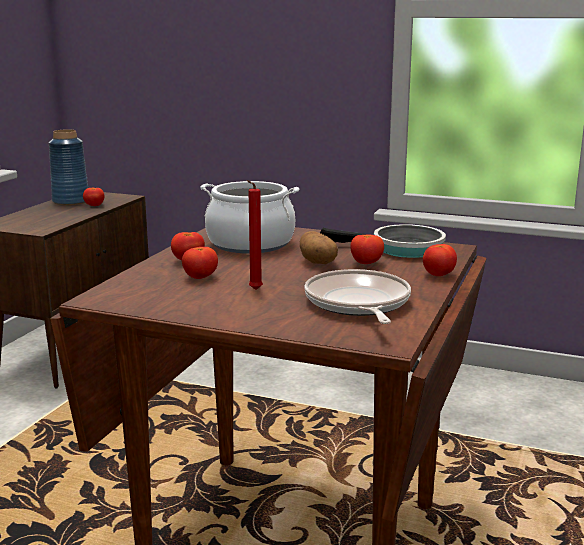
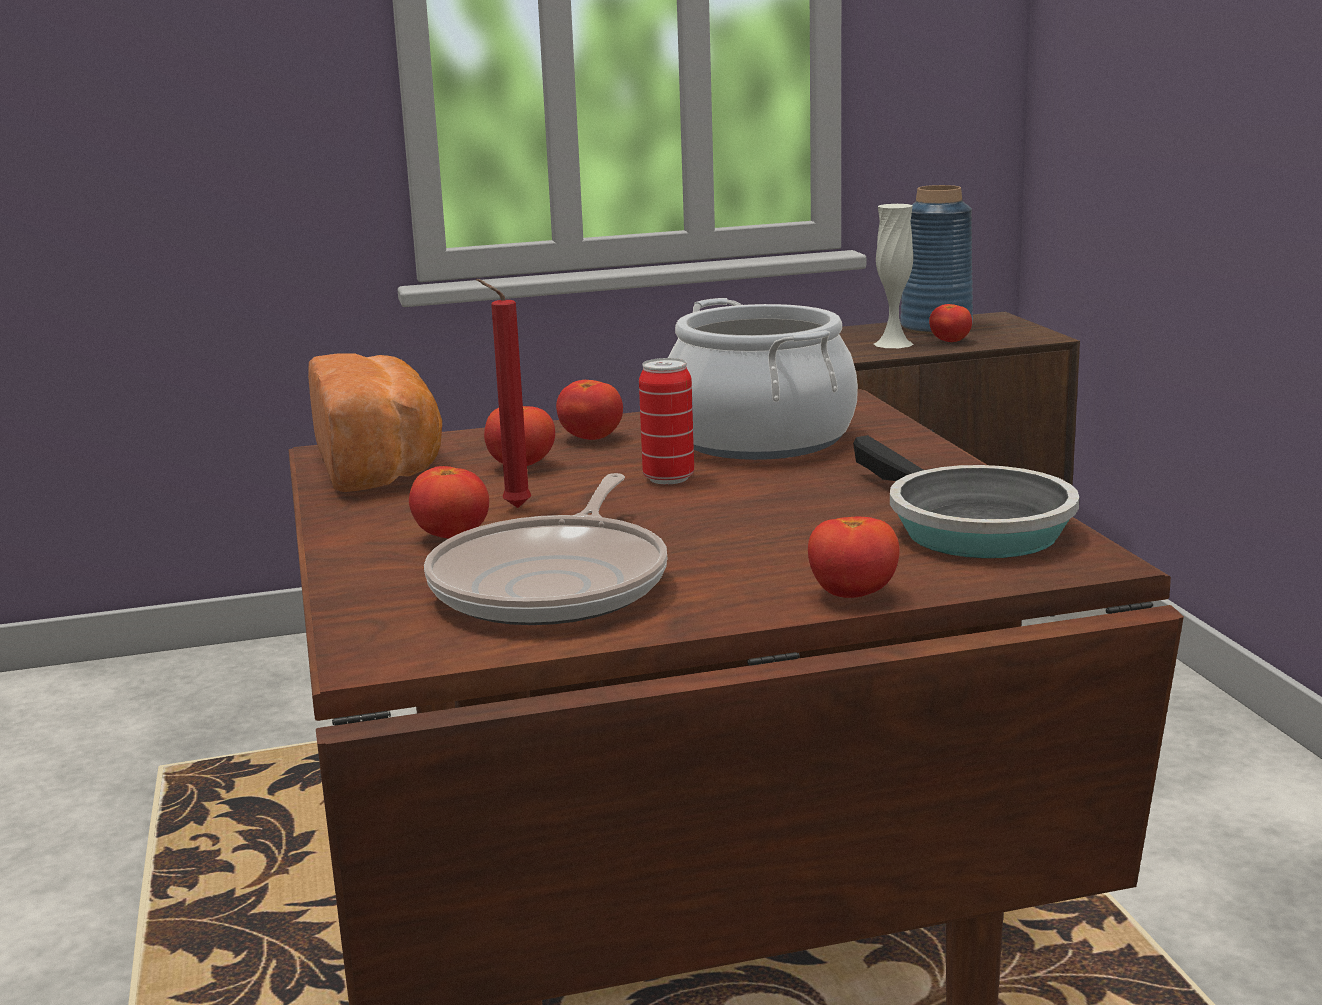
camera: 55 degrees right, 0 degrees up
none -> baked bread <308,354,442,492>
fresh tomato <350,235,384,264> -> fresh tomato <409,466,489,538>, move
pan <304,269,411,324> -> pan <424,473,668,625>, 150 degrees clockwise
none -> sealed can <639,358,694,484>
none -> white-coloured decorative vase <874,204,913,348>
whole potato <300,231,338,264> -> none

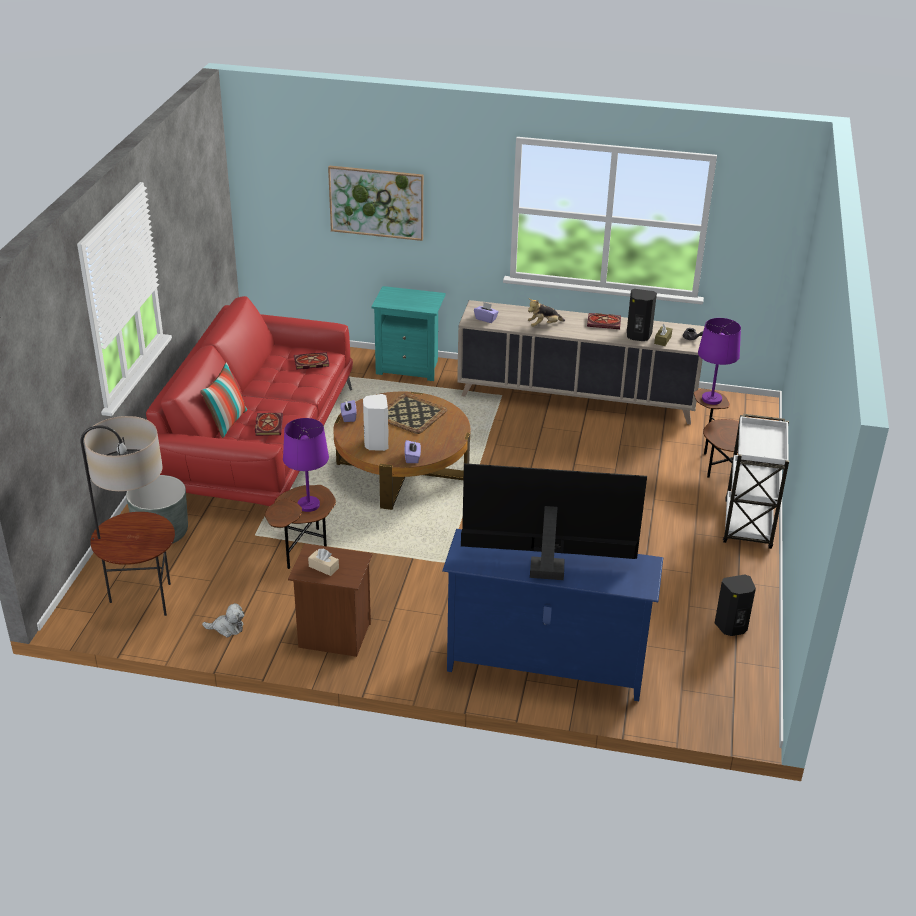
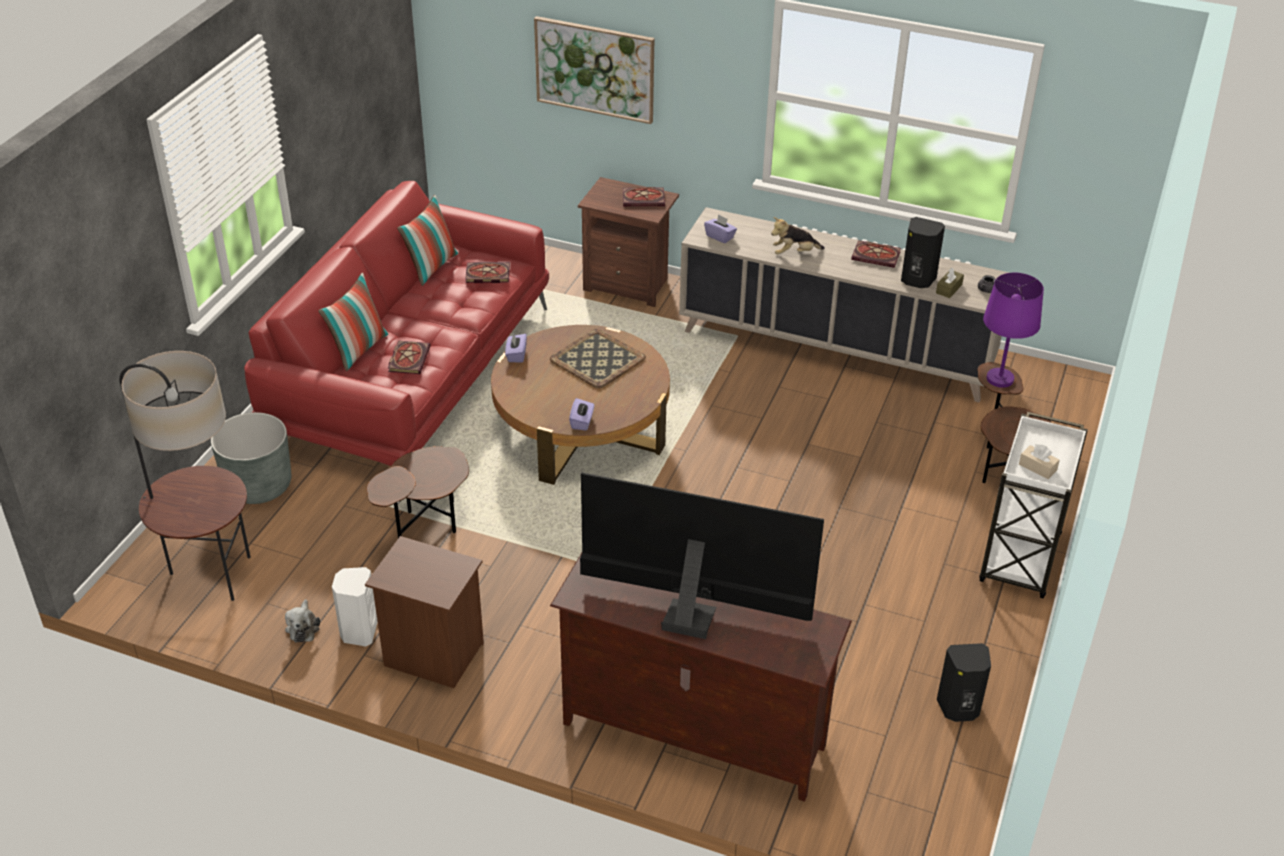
camera: 10 degrees right, 5 degrees up
soft toy <202,603,244,637> -> soft toy <285,599,320,642>, 75 degrees clockwise
white-coloured speaker <363,394,389,451> -> white-coloured speaker <332,567,378,646>, move
none -> cushion <397,195,458,286>
blue tv unit <442,529,663,701> -> brownish tv unit <550,553,852,802>
blue-green bedside table <371,286,446,381> -> brownish bedside table <578,177,679,307>
none -> volume <623,187,665,206>
beige tissue box <308,549,339,576> -> beige tissue box <1019,444,1060,479>, move
purple-coloured lamp for a table <283,418,329,512> -> none

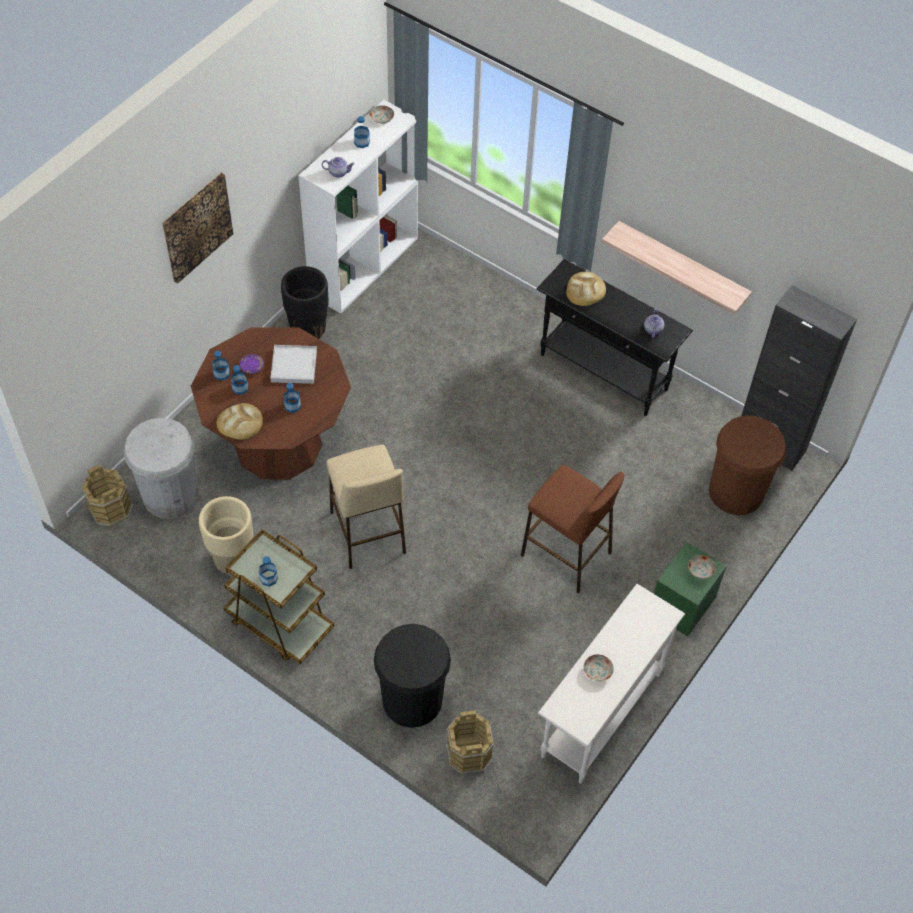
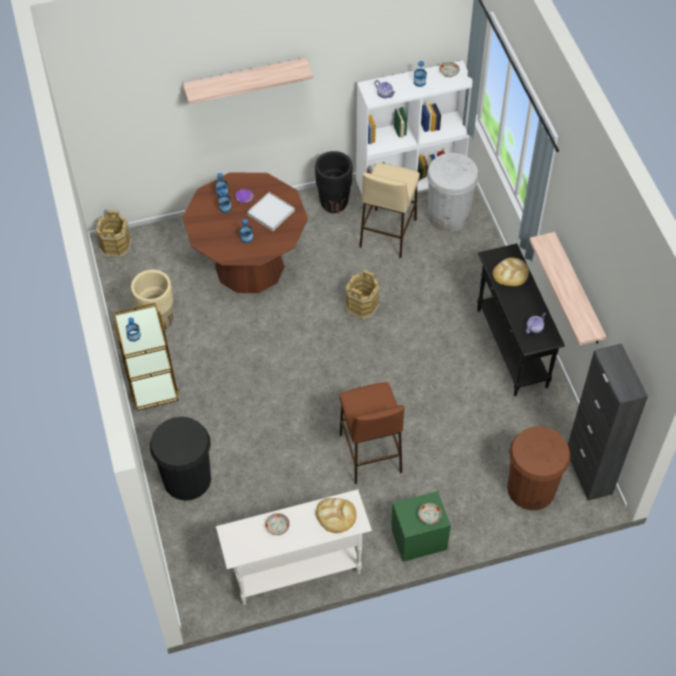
camera: 40 degrees right, 0 degrees up
wall art <162,173,233,284> -> wall shelf <183,58,313,104>
baked bread <216,403,263,440> -> baked bread <315,498,357,533>, move
brownish water bucket <446,710,494,774> -> brownish water bucket <345,270,380,320>, move
beige stool seat <326,445,406,569> -> beige stool seat <359,163,420,258>, move
white-coloured waste bin <124,418,199,519> -> white-coloured waste bin <427,153,479,232>, move

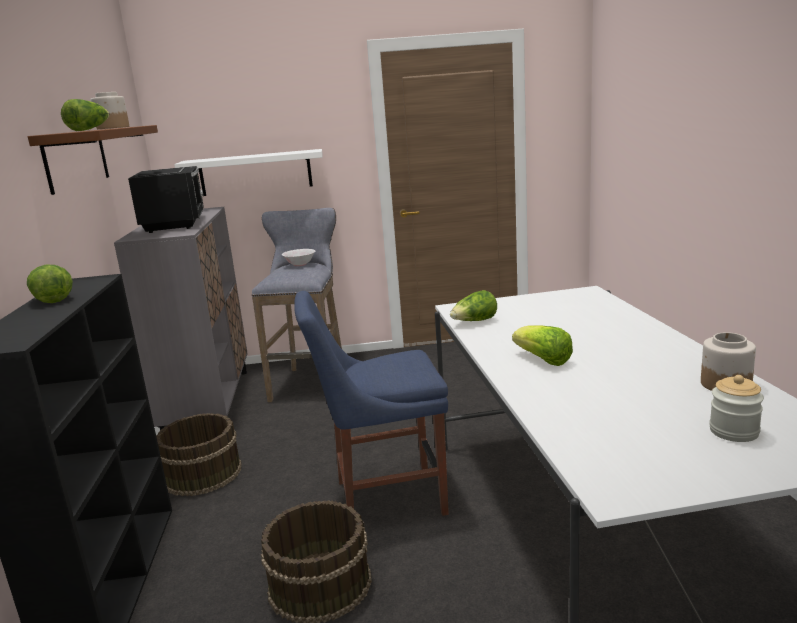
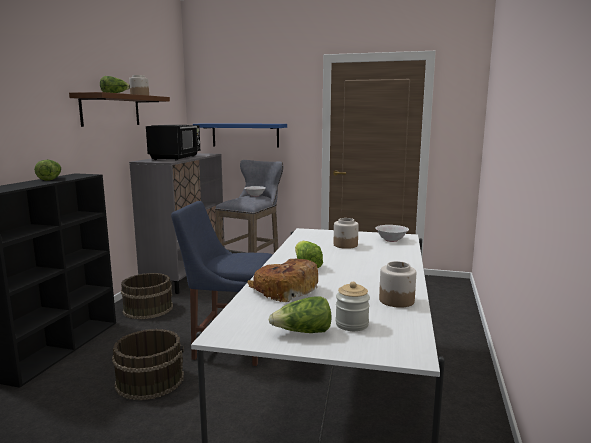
camera: 20 degrees right, 5 degrees down
white-coloured wall shelf <174,149,323,196> -> blue wall shelf <193,123,287,148>
none -> baked bread <248,259,318,302>
head of lettuce <450,290,497,321> -> head of lettuce <269,296,331,333>, move
none -> storage jar <334,218,359,249>
none -> white-coloured deep dish <375,225,409,242>

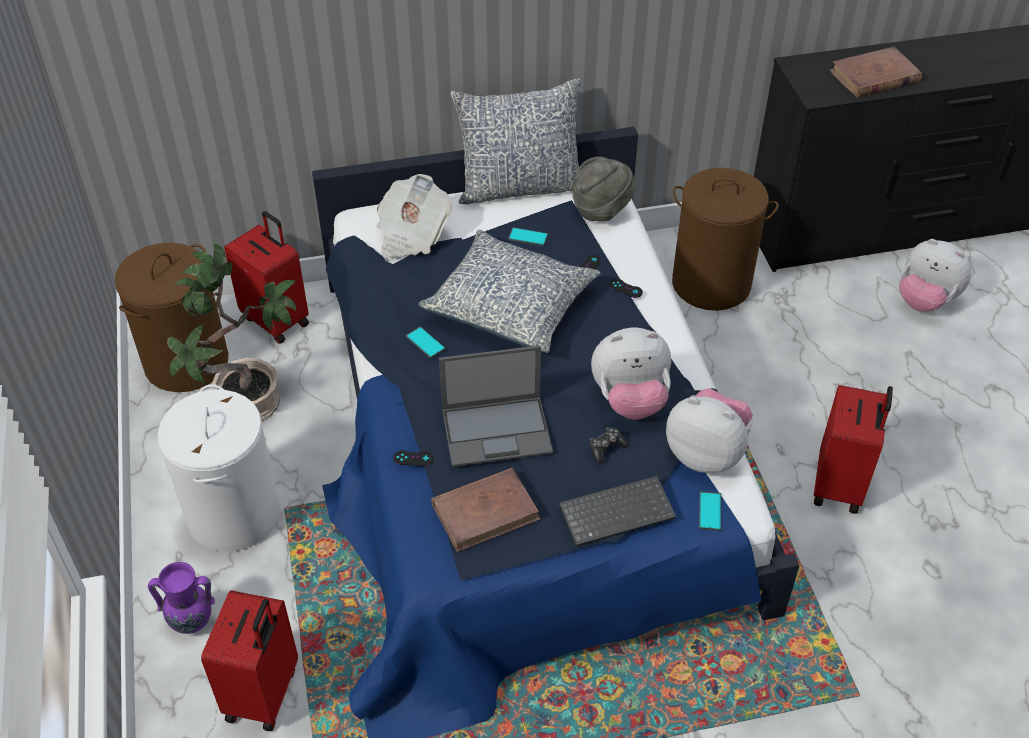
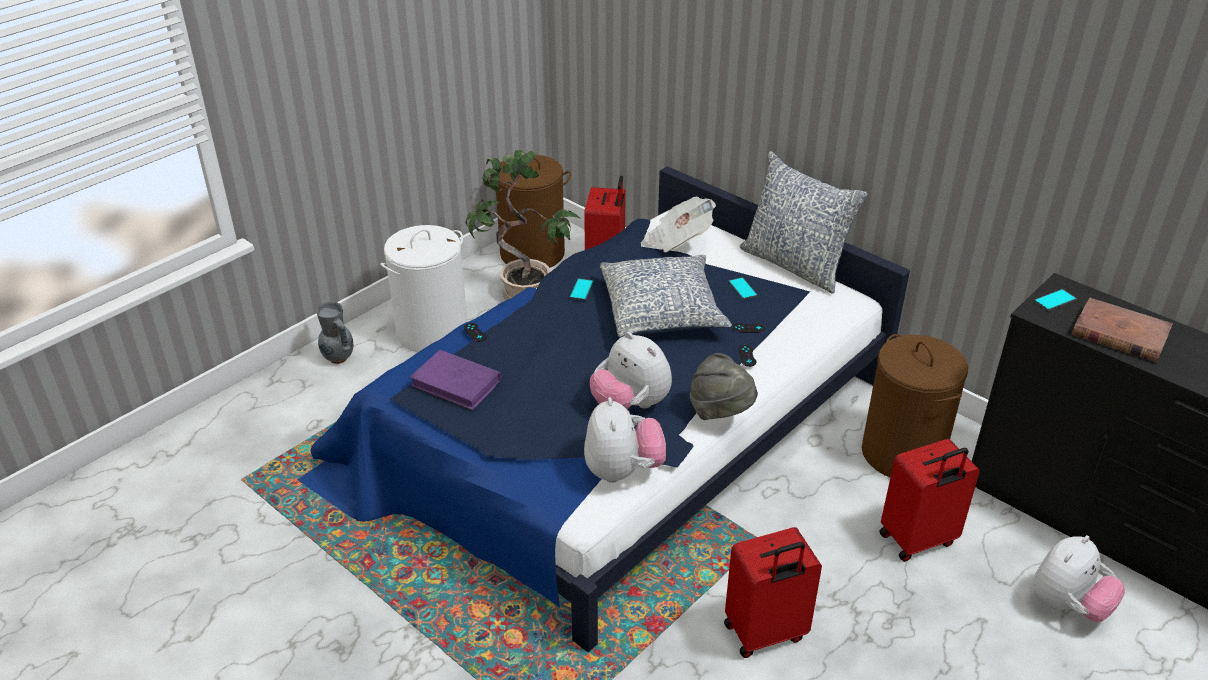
camera: 55 degrees right, 10 degrees down
purple-coloured decorative vase <148,562,215,634> -> grey decorative vase <316,302,354,364>
brownish volume <431,468,541,552> -> purple-coloured volume <410,350,501,411>
grey wearable hat <572,156,635,221> -> grey wearable hat <690,353,758,420>, move
red-coloured suitcase <201,590,298,731> -> red-coloured suitcase <880,439,980,562>, move
soft toy <899,239,971,312> -> soft toy <1033,535,1125,622>, 135 degrees counterclockwise
telephone <699,491,721,531> -> telephone <1034,289,1077,311>, move
portable computer <439,345,553,467> -> none
keyboard <559,476,676,547> -> none
gamepad <589,427,628,463> -> none

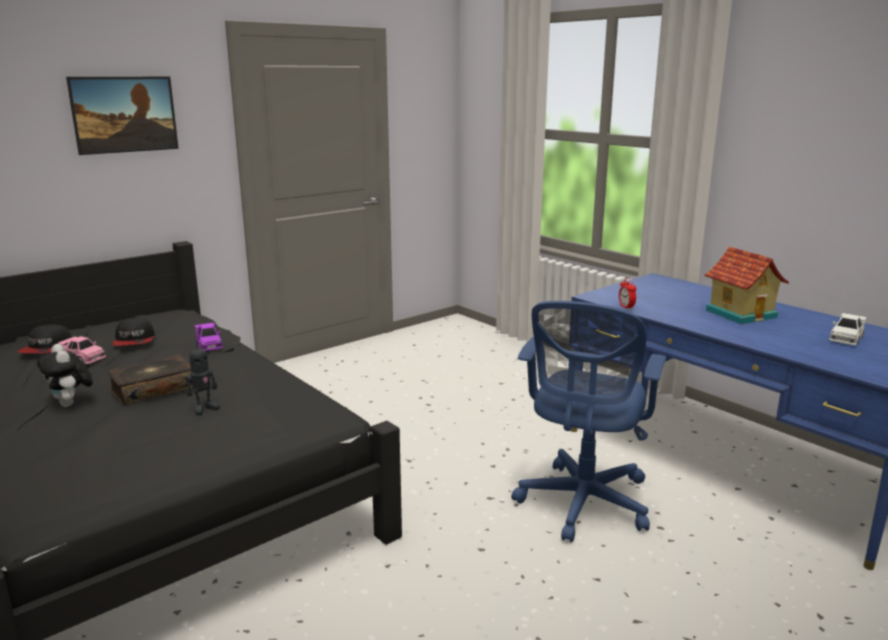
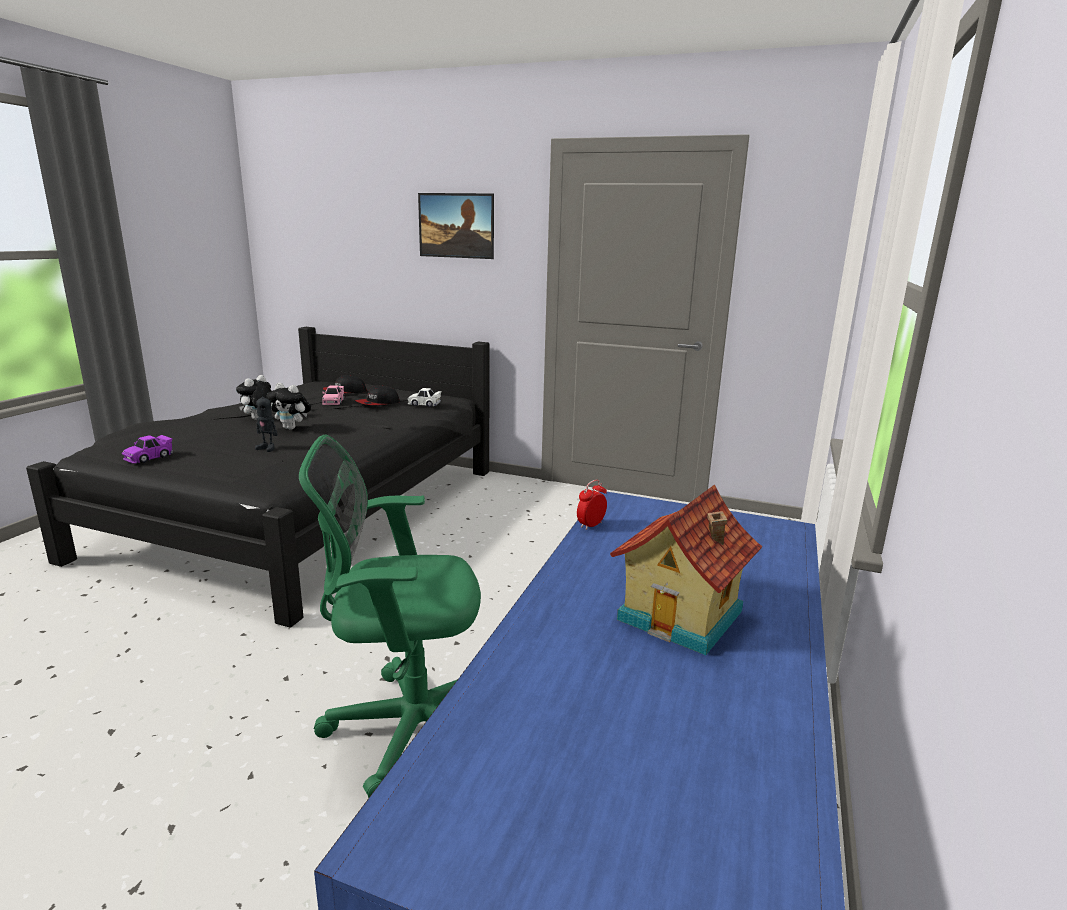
camera: 60 degrees right, 0 degrees up
purple-coloured miniature car <195,323,223,351> -> purple-coloured miniature car <122,435,173,464>, move
volume <107,354,193,405> -> soft toy <266,383,311,430>
blue computer chair <511,301,666,542> -> green computer chair <299,434,481,798>
white-coloured miniature car <829,312,867,346> -> white-coloured miniature car <408,388,442,407>, move

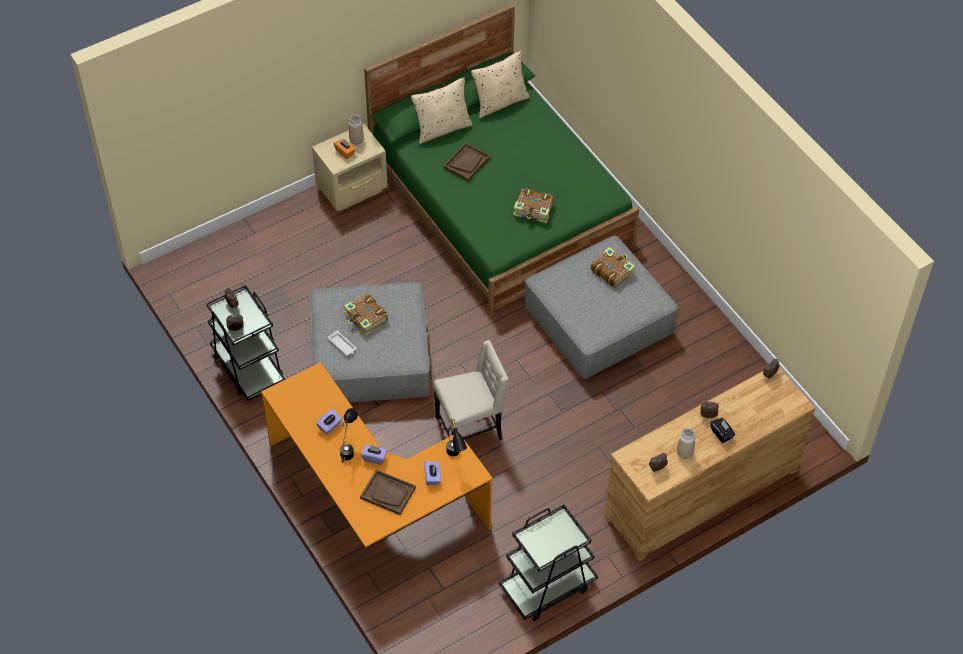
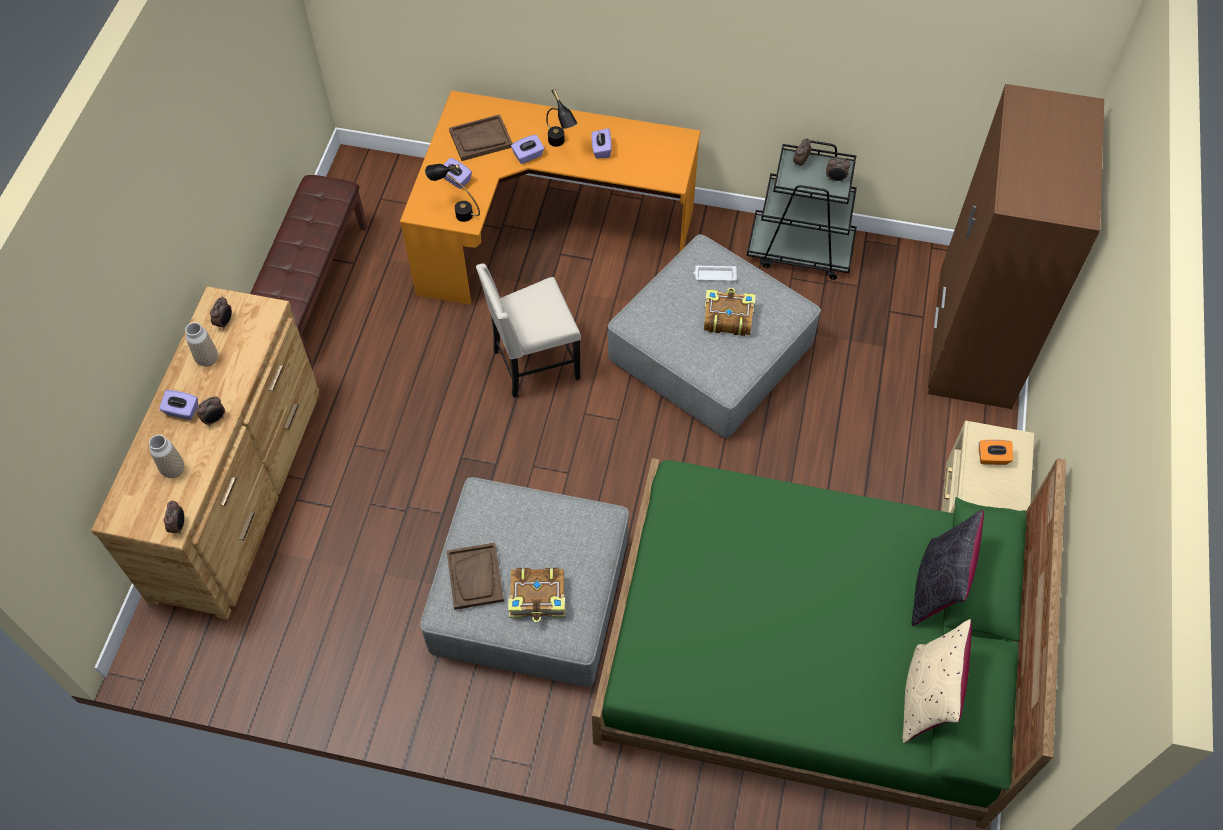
camera: 135 degrees right, 5 degrees up
decorative vase <349,115,364,144> -> decorative vase <149,435,184,478>, move
black-coloured tissue box <711,418,735,443> -> purple-coloured tissue box <159,390,198,420>
black-coloured cart <499,504,598,621> -> brownish long seat <250,175,367,365>
brownish tray <443,143,490,181> -> brownish tray <446,543,504,610>, move
beige plain chair <433,340,508,440> -> beige plain chair <476,264,581,398>, 45 degrees clockwise
beige cushion <411,78,473,144> -> black-coloured cushion <912,509,984,626>
none -> brownish clothes cupboard <928,84,1104,409>
volume <514,188,554,223> -> none

